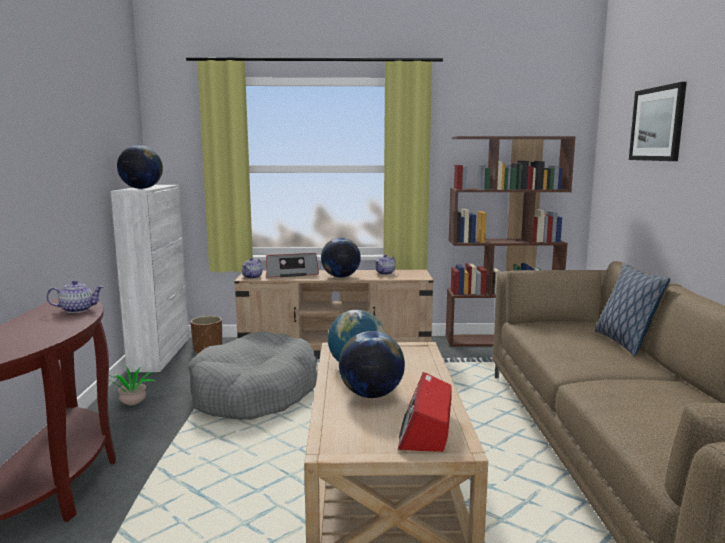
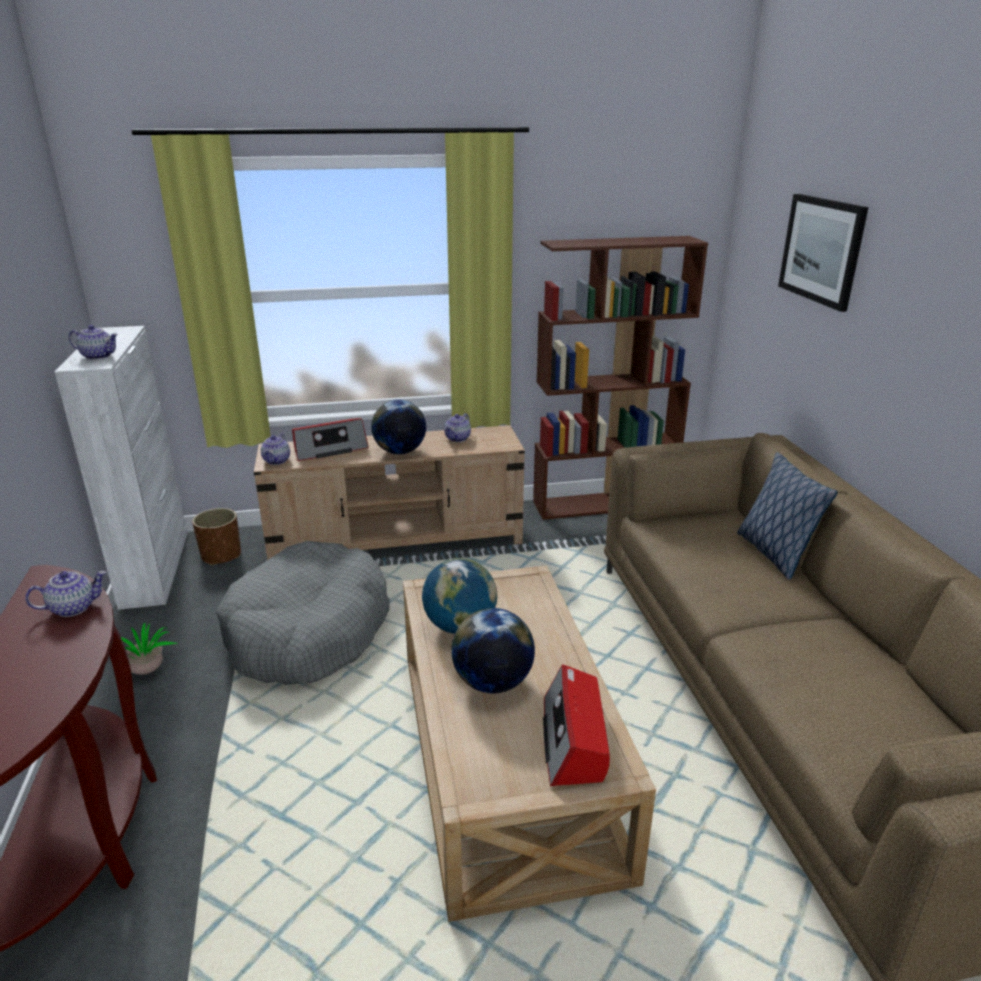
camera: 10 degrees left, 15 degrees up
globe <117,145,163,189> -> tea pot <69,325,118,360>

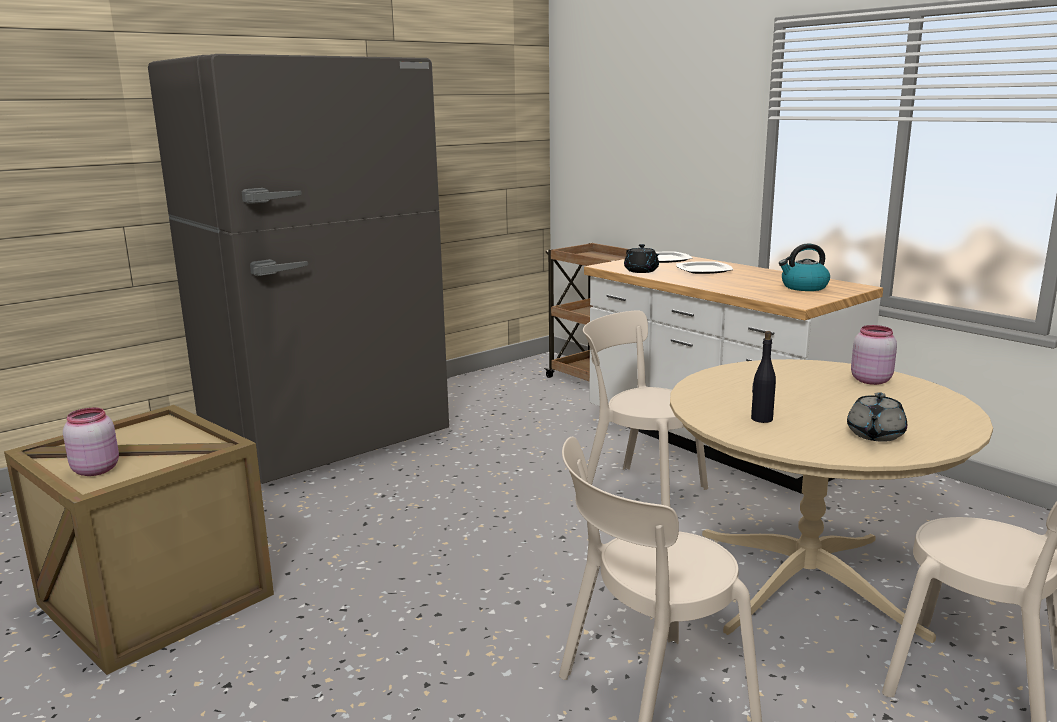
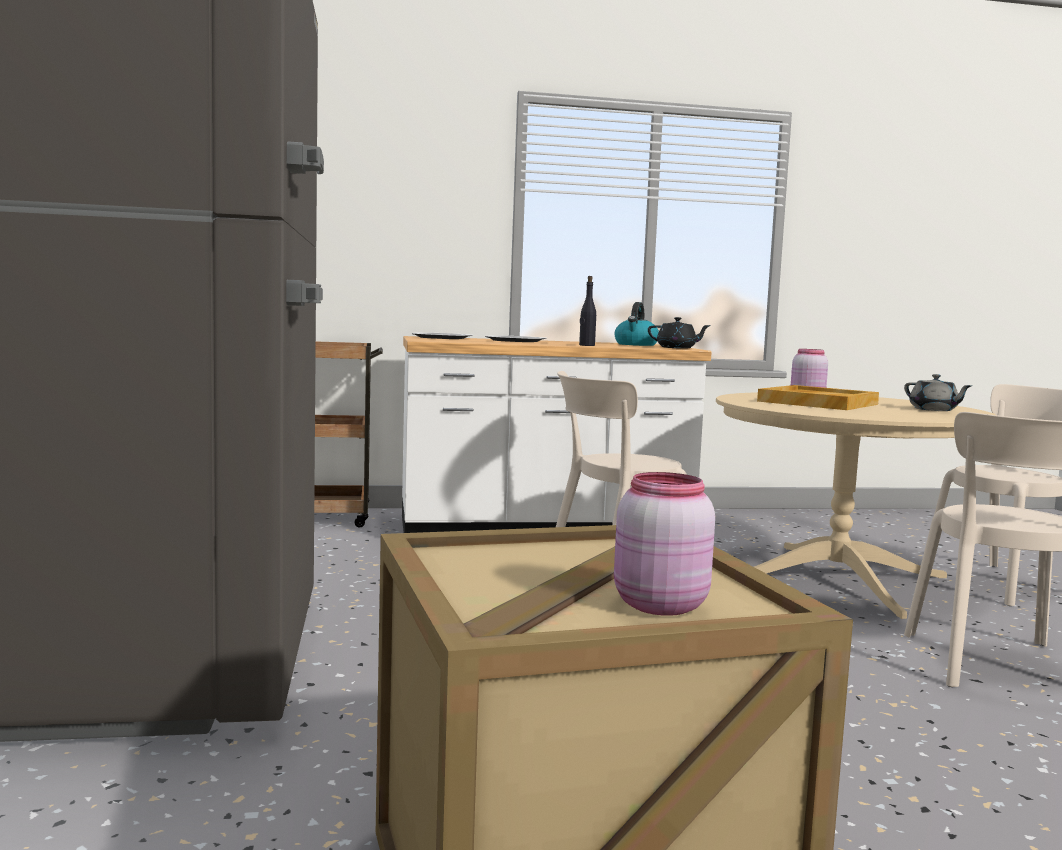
camera: 60 degrees left, 10 degrees down
black-coloured beverage bottle <751,331,776,423> -> black-coloured beverage bottle <579,276,596,346>, move
black-coloured tea pot <624,244,660,273> -> black-coloured tea pot <648,317,711,349>, move
none -> beige tray <757,385,879,410>

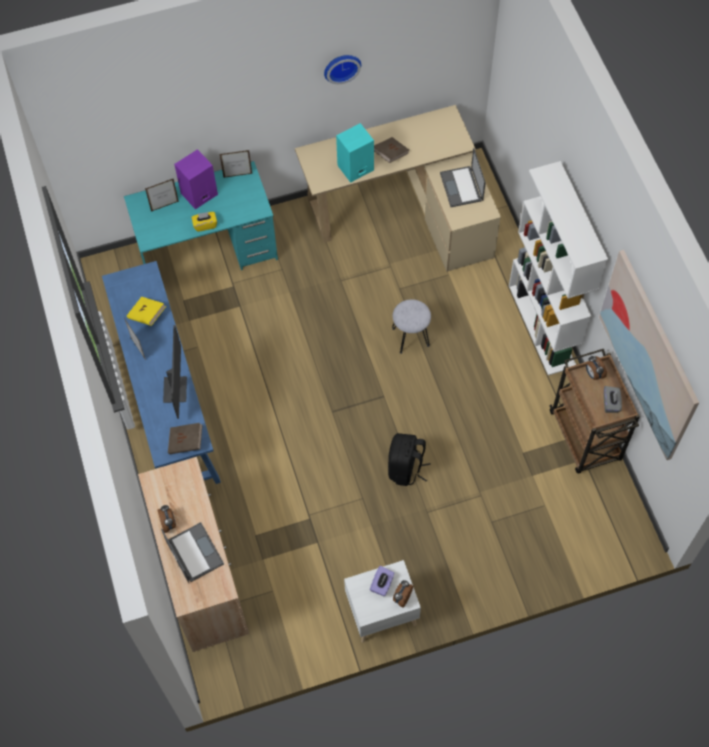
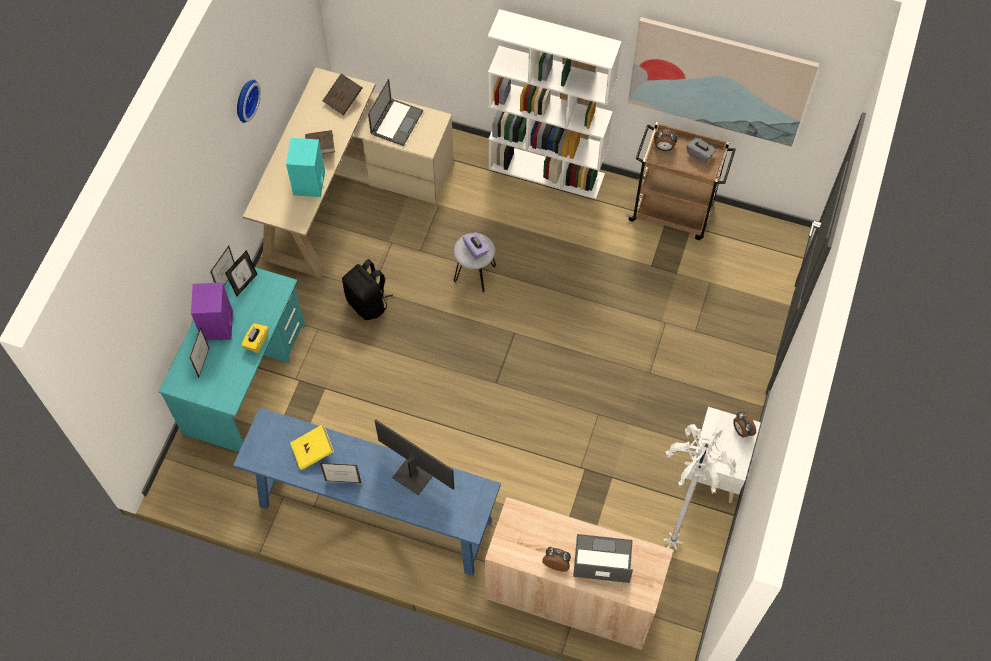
camera: 55 degrees left, 0 degrees up
none -> standing frame <225,250,257,297>
brownish volume <168,423,202,454> -> brownish volume <322,73,362,116>, move
black-coloured rucksack <388,433,431,486> -> black-coloured rucksack <342,259,393,320>, move
portable computer <440,148,486,207> -> portable computer <368,79,423,146>, 90 degrees counterclockwise
purple-coloured tissue box <370,566,394,596> -> purple-coloured tissue box <463,232,489,260>, move
none -> white-coloured standing lamp <664,424,736,550>

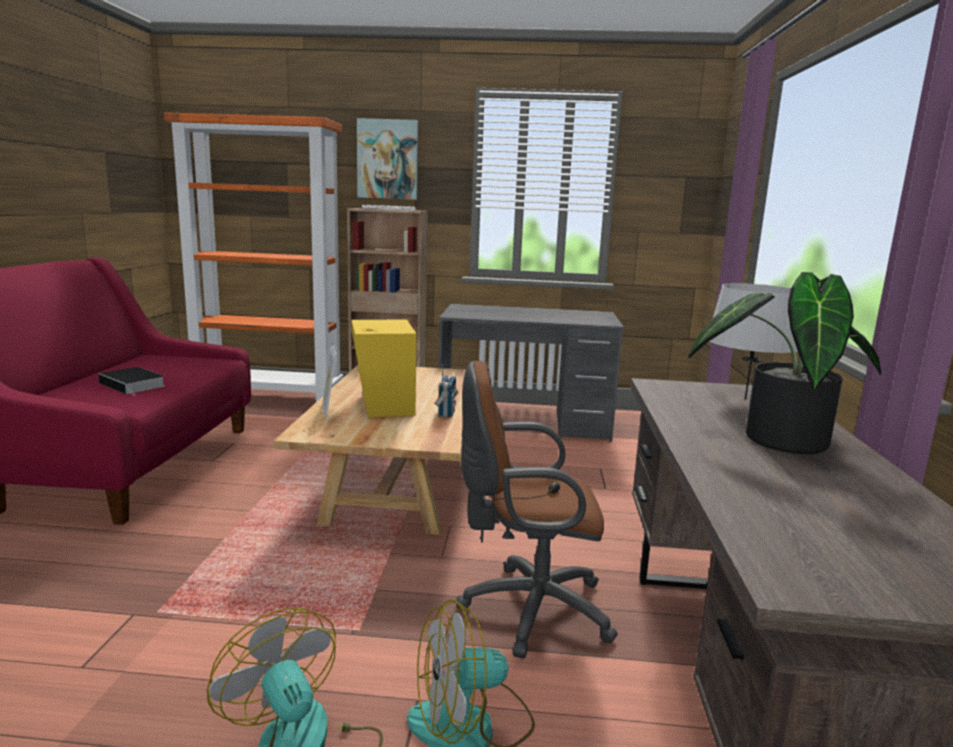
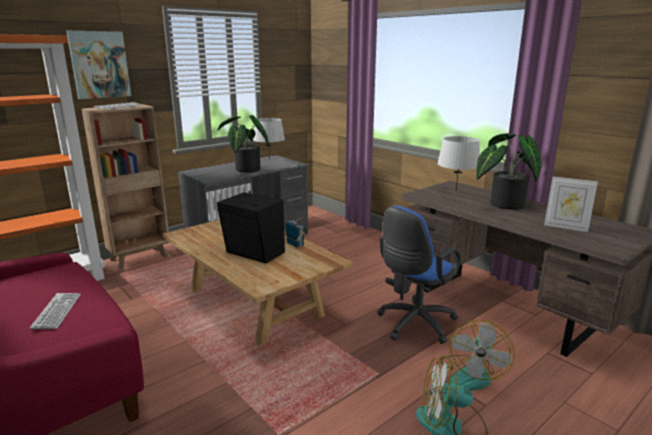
camera: 45 degrees left, 5 degrees up
volume <98,367,165,396> -> keyboard <30,293,81,329>
yellow speaker <351,318,417,417> -> black-coloured speaker <217,191,285,263>
none -> houseplant <218,115,269,173>
none -> grey lamp for a table <253,118,285,156>
brownish computer chair <456,361,618,659> -> blue computer chair <377,206,461,344>
standing frame <322,343,336,421> -> standing frame <544,177,598,232>, move

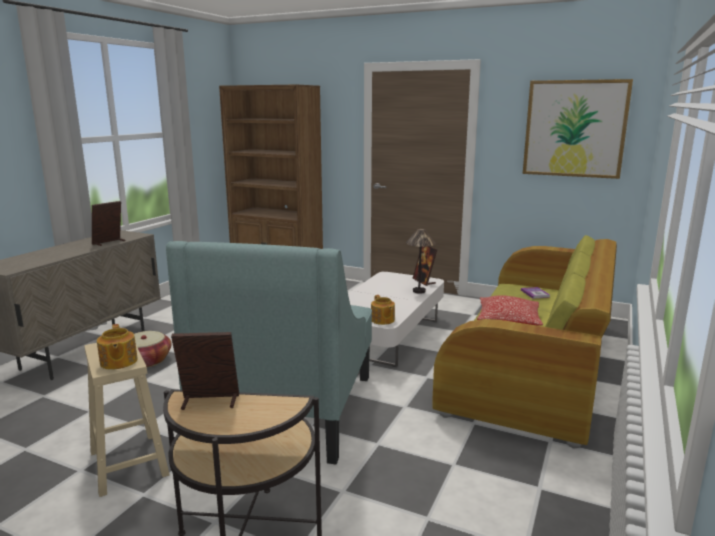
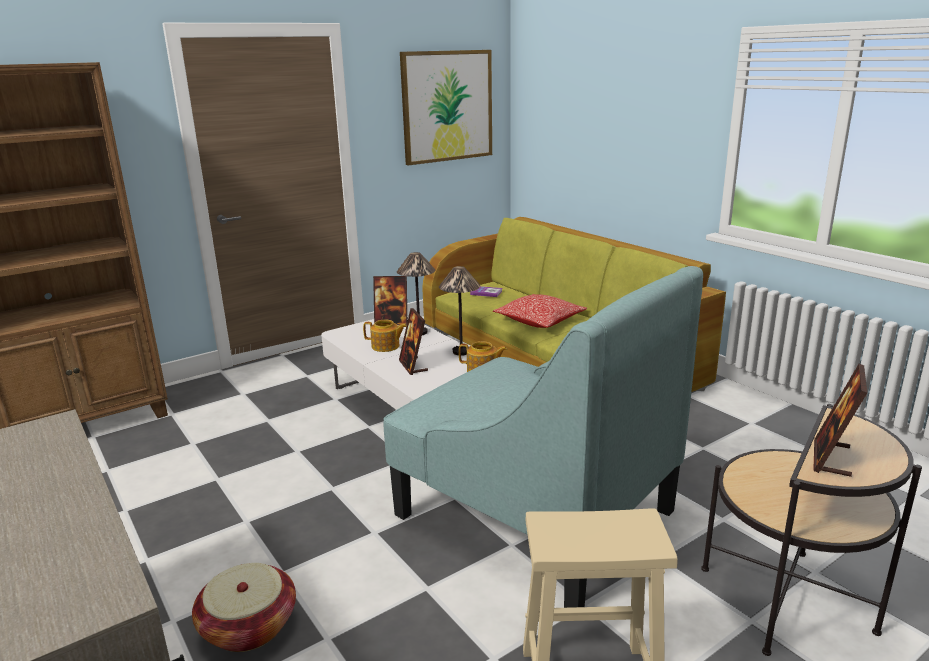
camera: 60 degrees left, 5 degrees up
tea pot <97,324,138,370> -> tea pot <363,320,407,352>, move
standing frame <92,201,125,246> -> standing frame <399,308,428,375>, move
none -> lamp for a table <439,266,480,356>

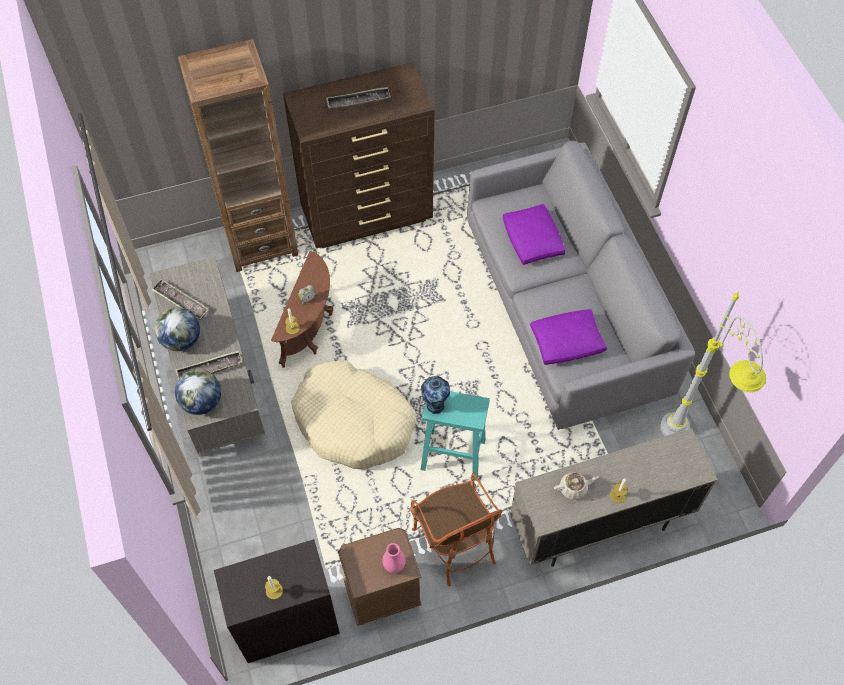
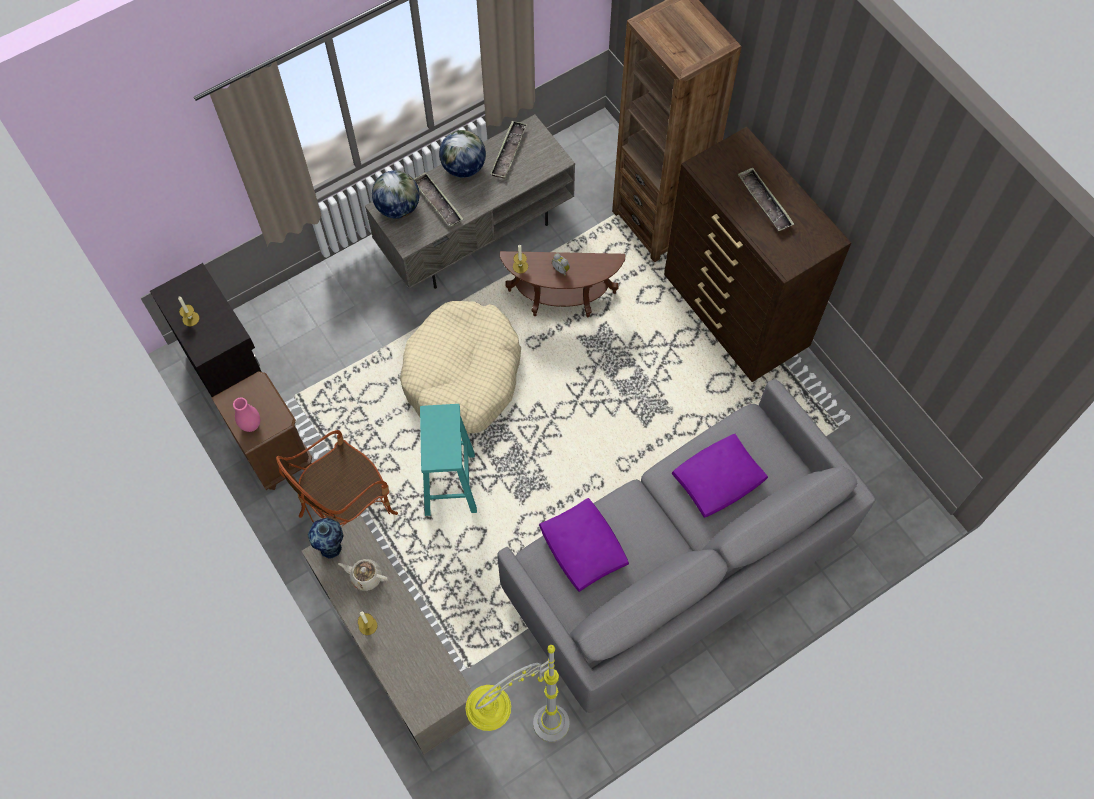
camera: 75 degrees right, 5 degrees up
decorative vase <421,376,450,414> -> decorative vase <308,518,344,559>, move
beige tea pot <554,472,598,500> -> beige tea pot <338,559,388,591>, 135 degrees clockwise

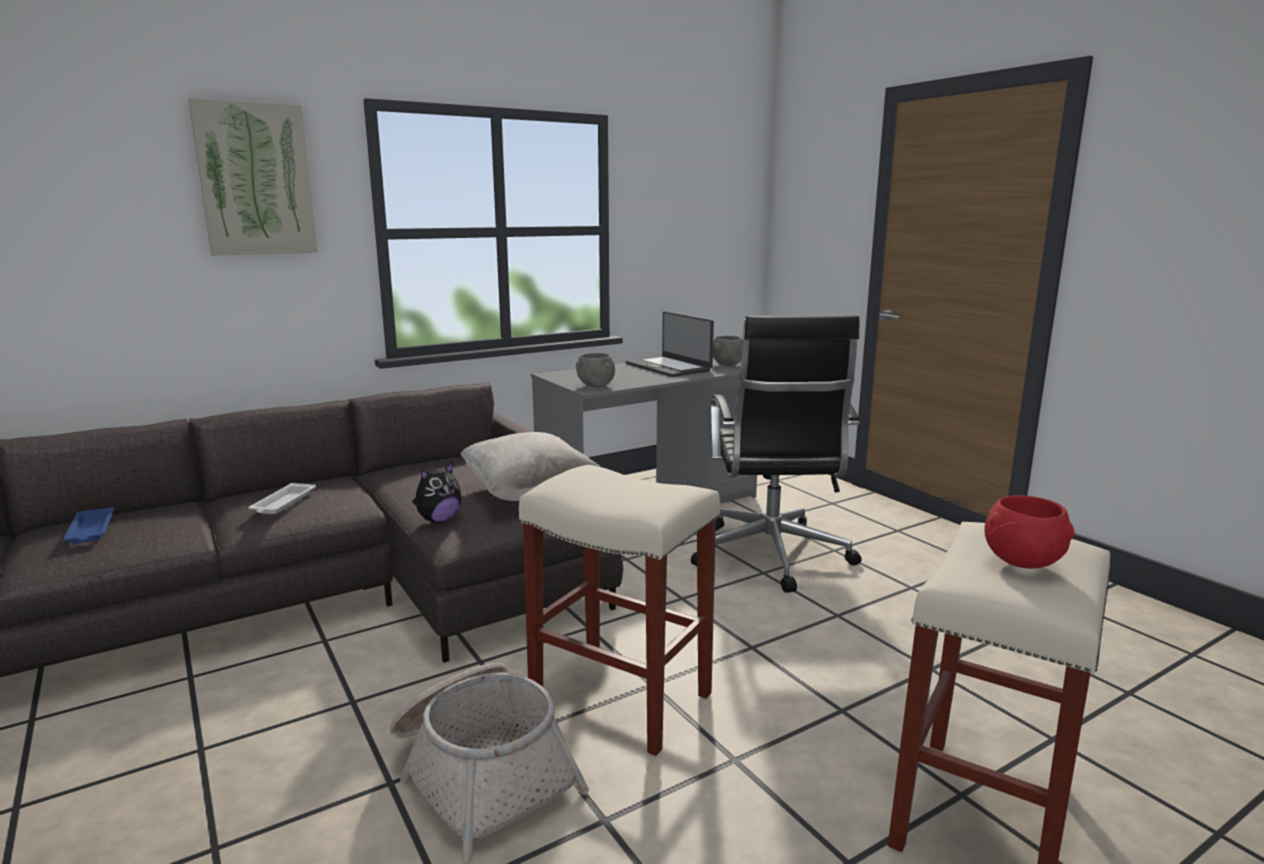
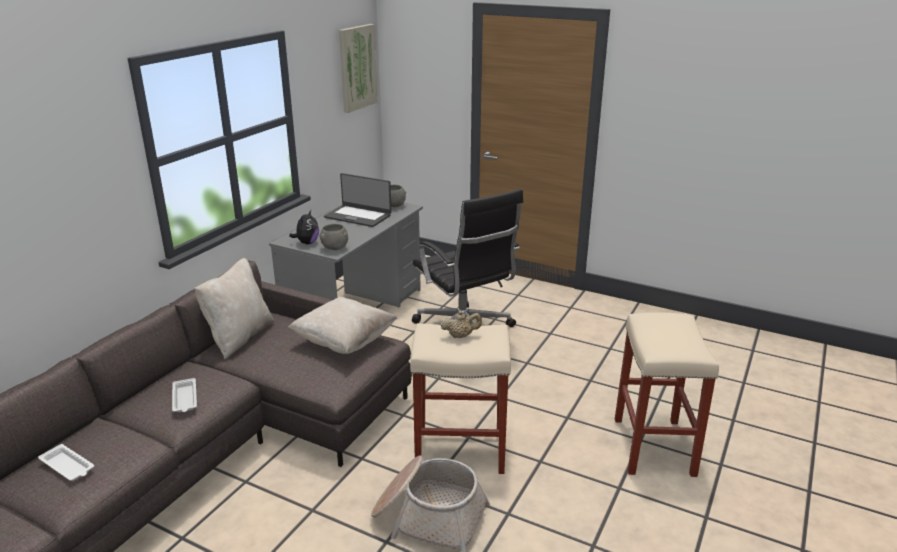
camera: 30 degrees left, 10 degrees up
blue tray <63,507,114,544> -> white-coloured tray <38,444,94,481>
none -> beige cushion <194,258,275,359>
soft toy <412,461,462,523> -> soft toy <289,210,319,244>, move
wall art <188,98,318,256> -> wall art <339,24,378,113>, move
none -> beige tea pot <441,310,482,338>
red-coloured deep dish <984,495,1074,569> -> none

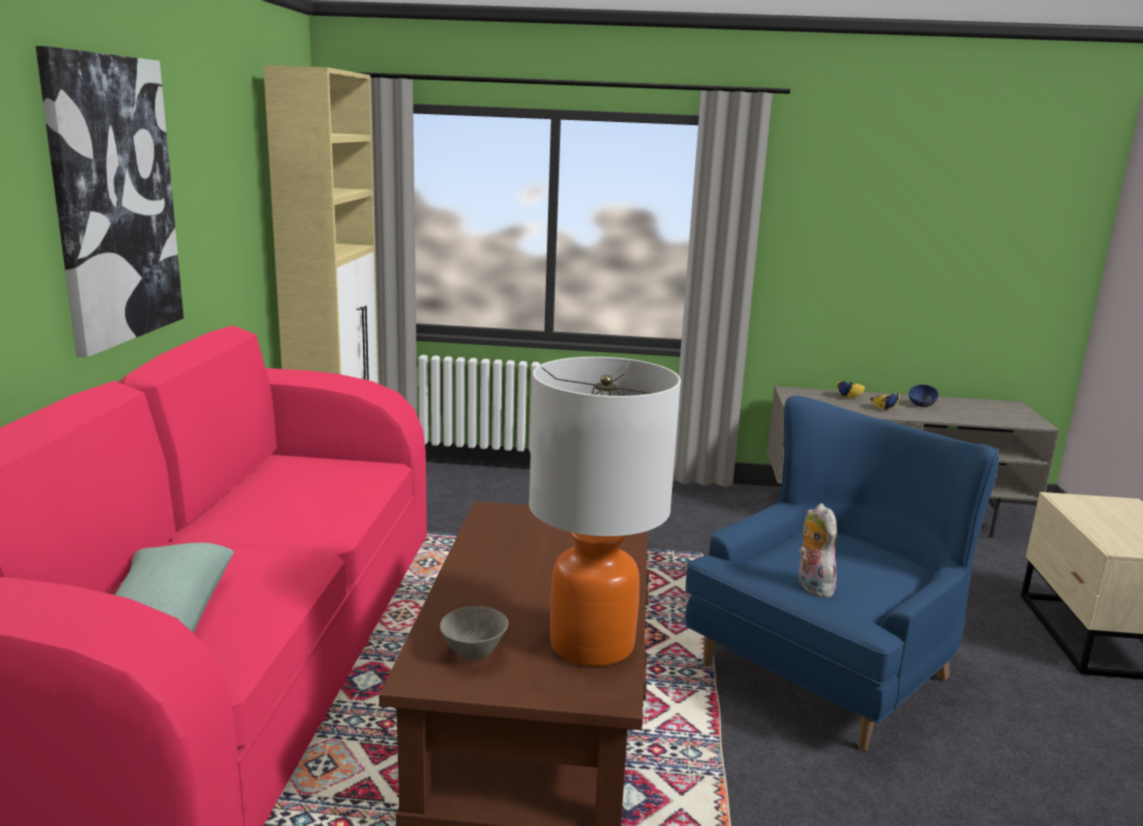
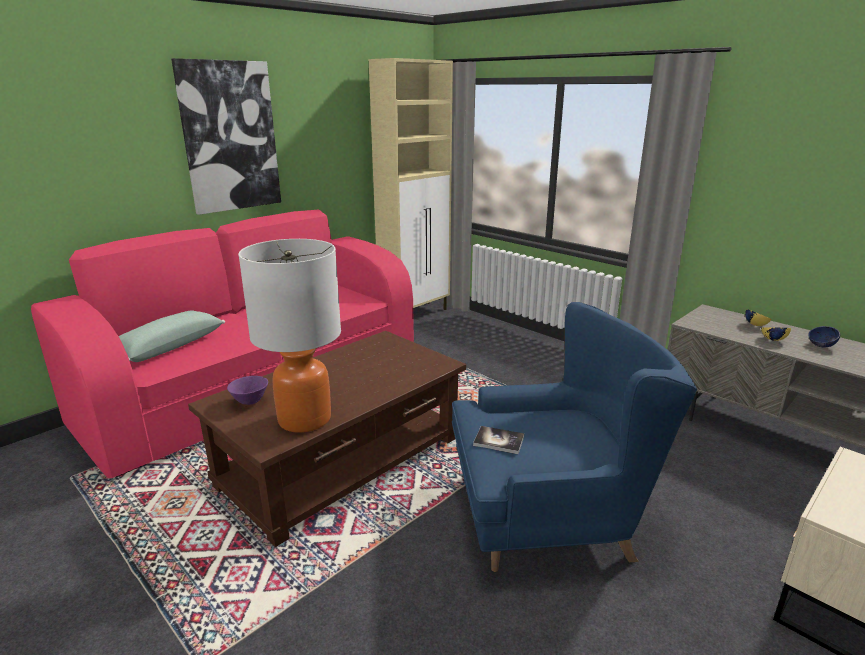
camera: 40 degrees right, 5 degrees up
grey deep dish <440,606,508,659> -> purple-coloured deep dish <227,376,268,405>
soft toy <799,503,838,598> -> volume <473,426,524,454>

